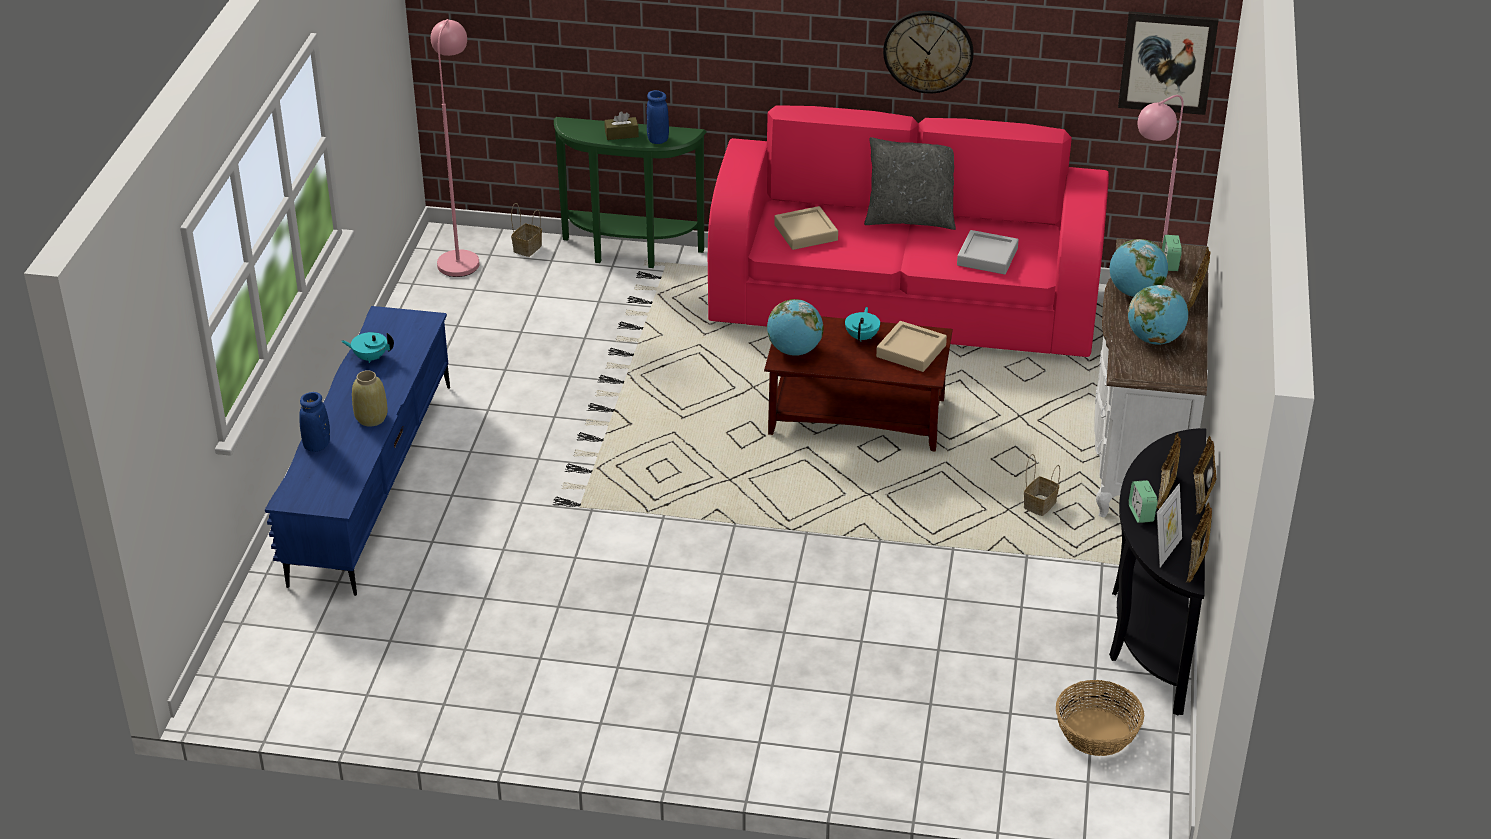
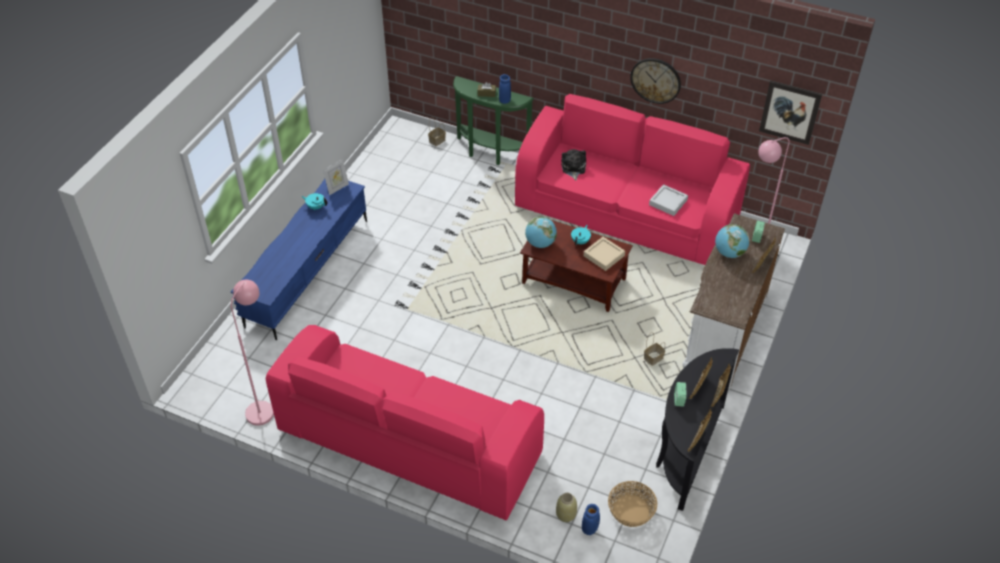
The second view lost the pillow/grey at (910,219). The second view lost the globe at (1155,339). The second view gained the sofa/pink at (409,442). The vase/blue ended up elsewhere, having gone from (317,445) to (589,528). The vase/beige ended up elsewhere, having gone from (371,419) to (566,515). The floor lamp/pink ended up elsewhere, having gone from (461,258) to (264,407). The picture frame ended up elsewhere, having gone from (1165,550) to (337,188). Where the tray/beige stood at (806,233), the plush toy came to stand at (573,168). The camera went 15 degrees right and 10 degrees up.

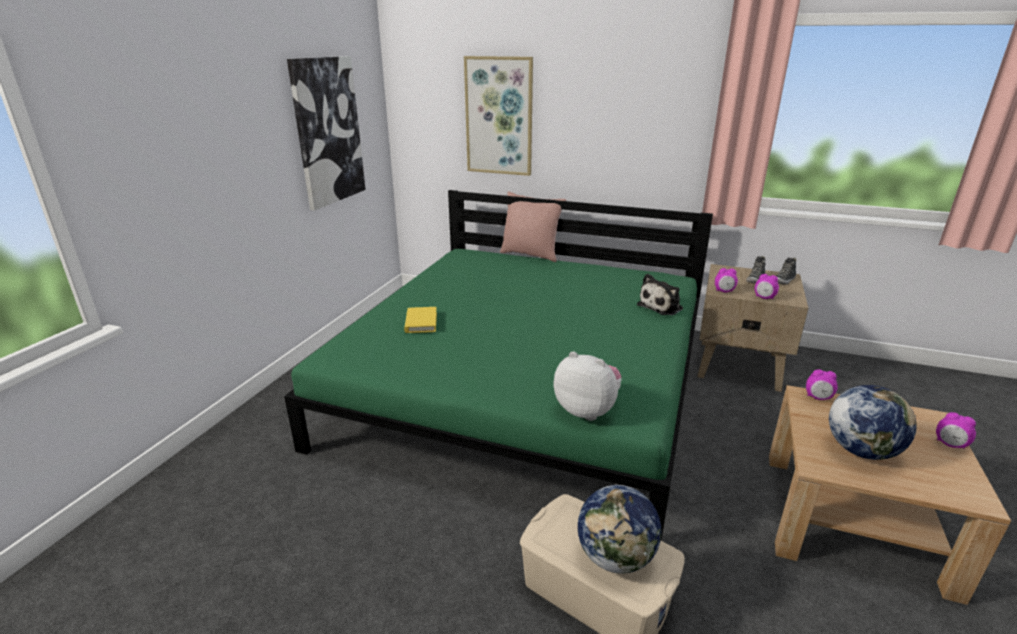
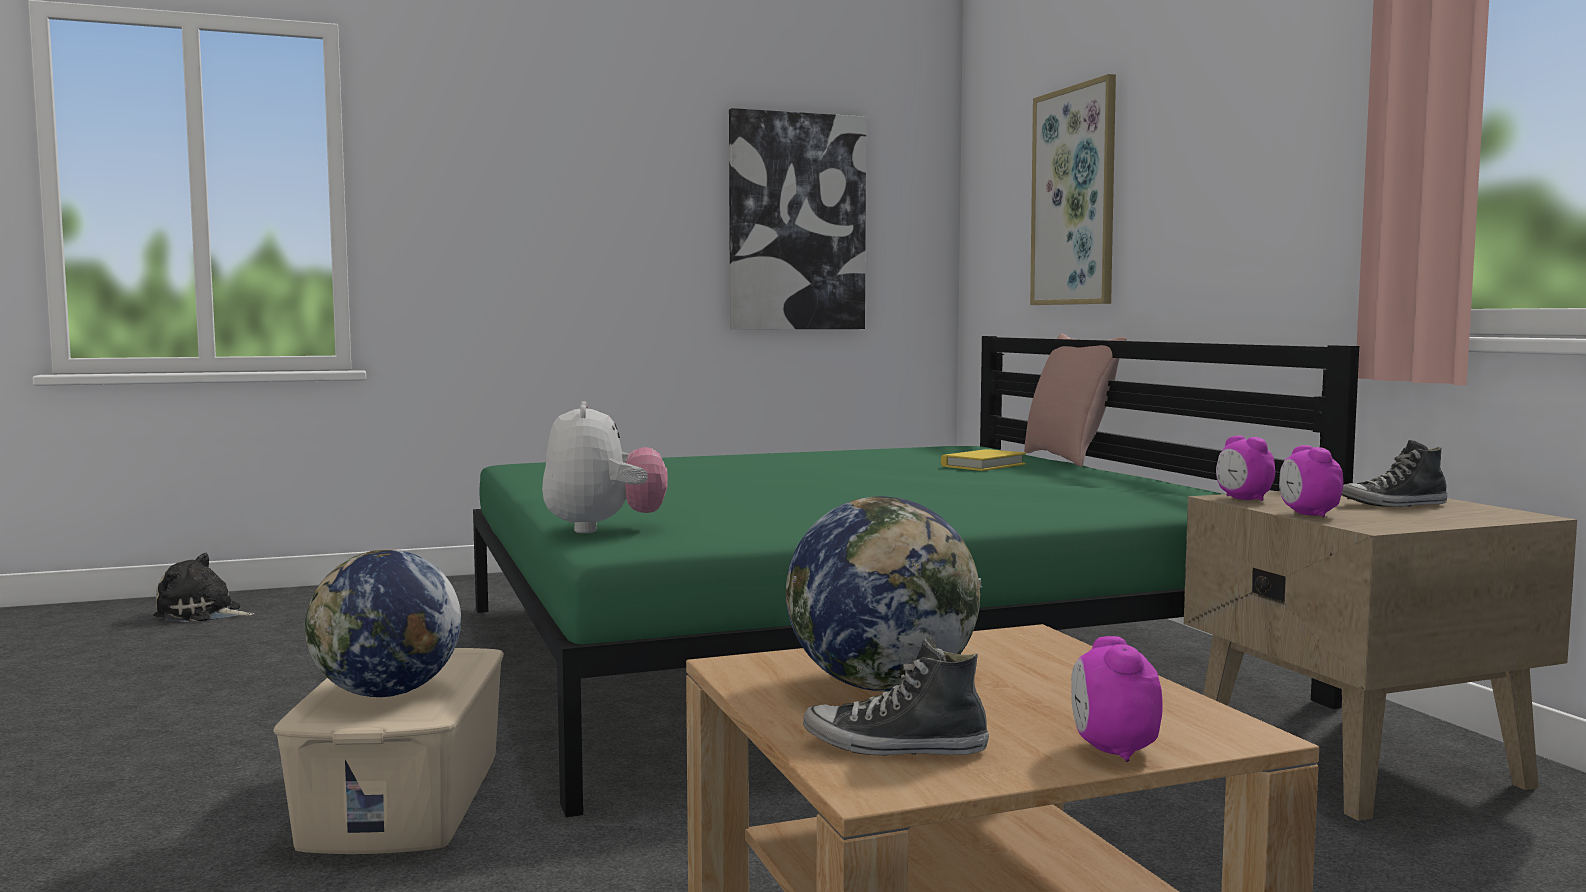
The second view lost the alarm clock at (818,398). The book/yellow ended up elsewhere, having gone from (421,322) to (983,465). The plush toy ended up elsewhere, having gone from (662,306) to (202,614). The shoe ended up elsewhere, having gone from (783,281) to (894,747). The camera went 50 degrees right and 20 degrees down.

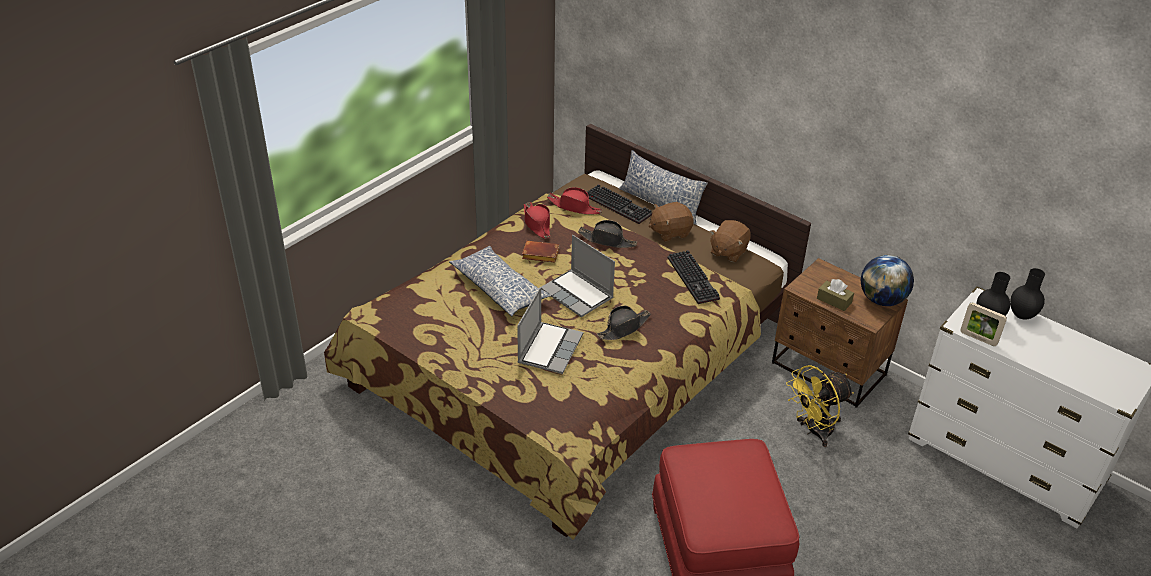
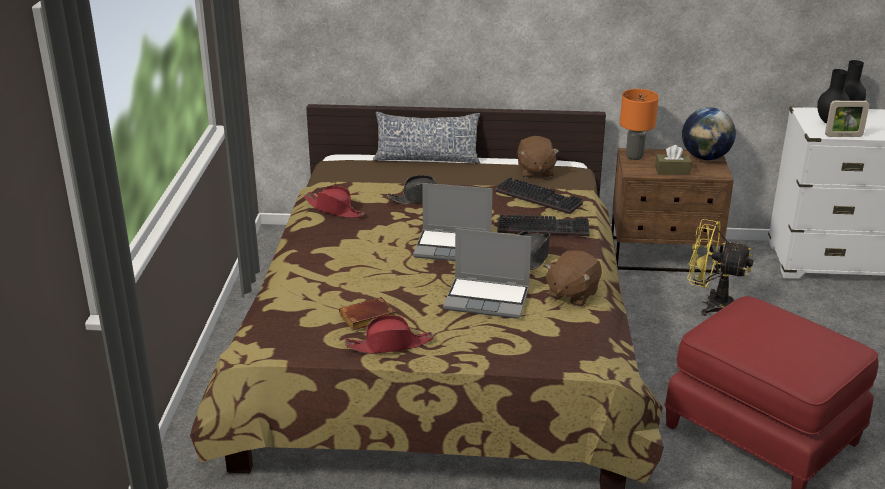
The second view lost the pillow at (499,288). The second view gained the table lamp/orange at (634,157). The book/brown ended up elsewhere, having gone from (539,255) to (366,319). The hat/red ended up elsewhere, having gone from (574,207) to (389,345). The keyboard ended up elsewhere, having gone from (619,205) to (544,227). The plush toy/brown ended up elsewhere, having gone from (670,232) to (572,294). The laptop at (549,348) ended up facing another way, 120 degrees clockwise from before. The fan/yellow at (814,431) ended up facing another way, 90 degrees clockwise from before. The camera went 35 degrees left and 10 degrees down.

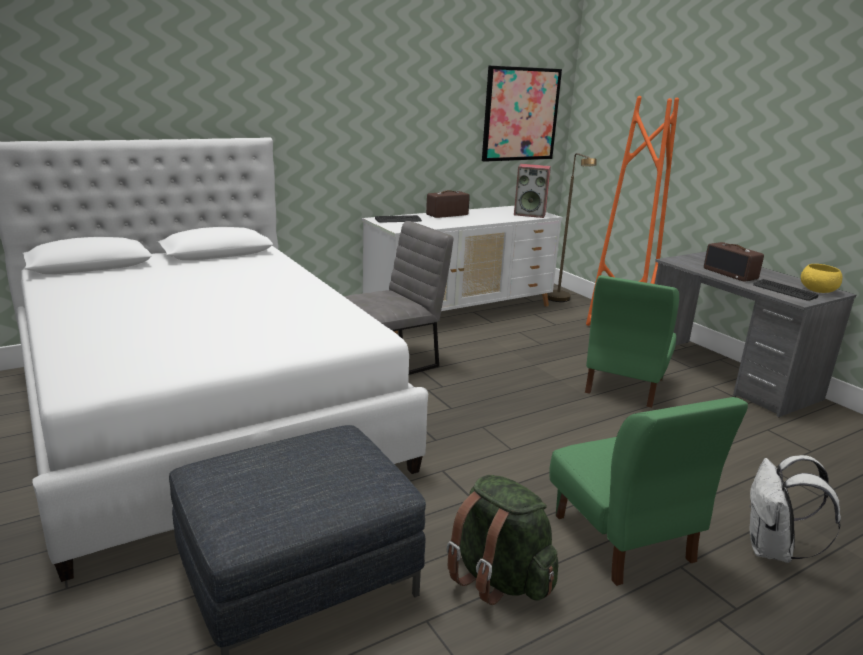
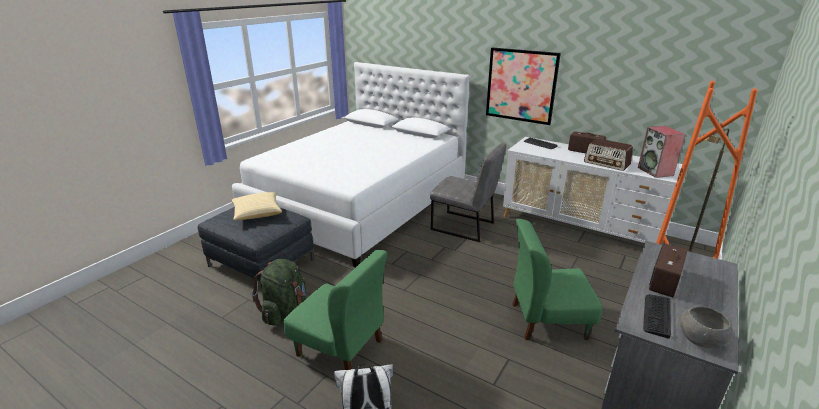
The second view gained the pillow at (257,214). The second view gained the radio at (607,163). The picture ended up elsewhere, having gone from (520,114) to (521,85). What was the bowl/yellow at (818,290) turned into the bowl/grey at (701,339). The chair/green at (623,538) ended up facing another way, 105 degrees counterclockwise from before. The camera went 65 degrees right and 5 degrees up.

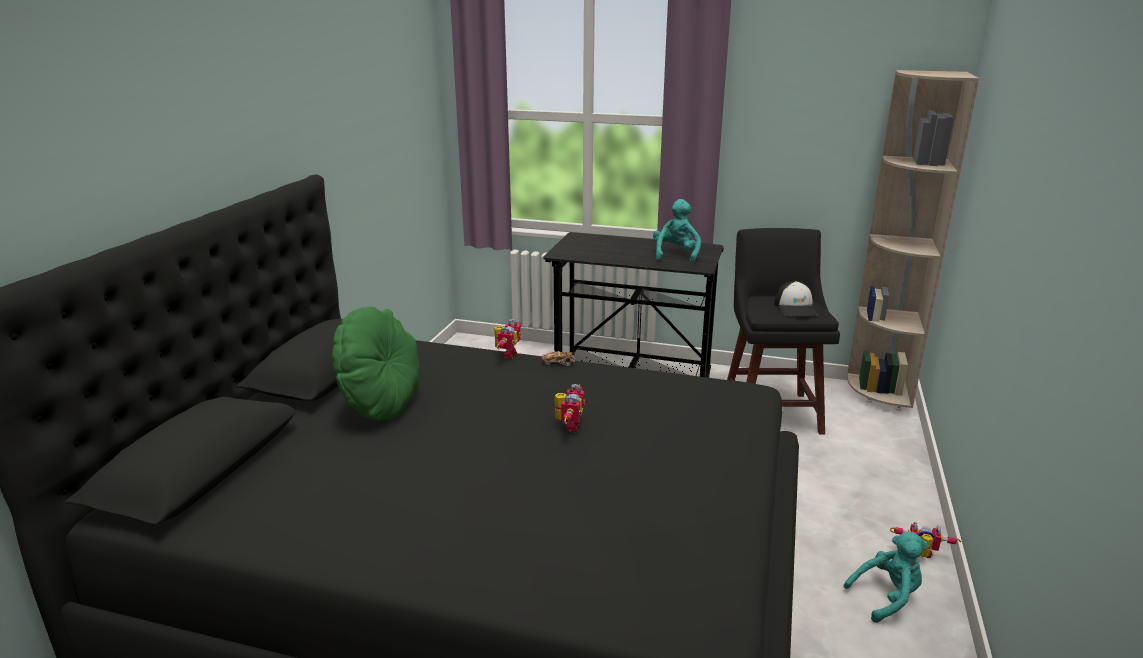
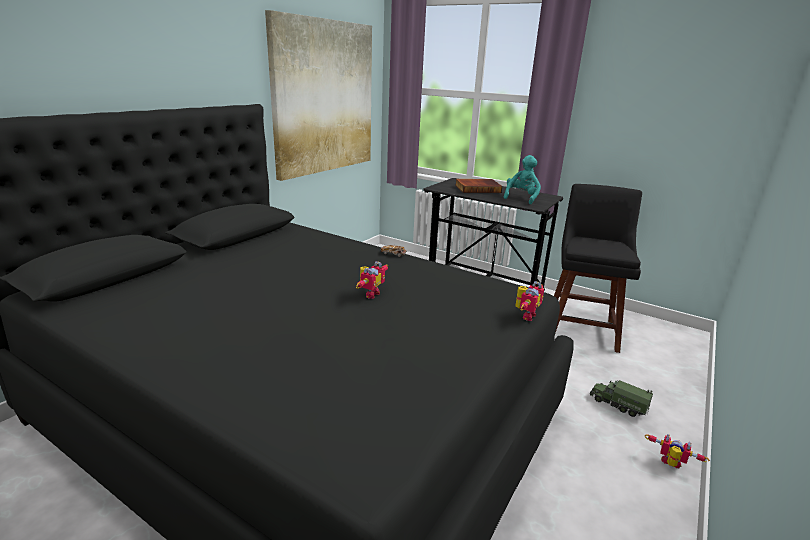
The second view lost the pillow/green at (382,408). The second view lost the cap at (796,308). The second view lost the plush toy/turquoise at (887,597). The second view lost the bookcase/beige at (879,397). The second view gained the picture at (324,98). The second view gained the book at (477,188). The second view gained the toy truck at (618,404). The toy robot ended up elsewhere, having gone from (506,354) to (525,315). The camera went 15 degrees right and 0 degrees up.

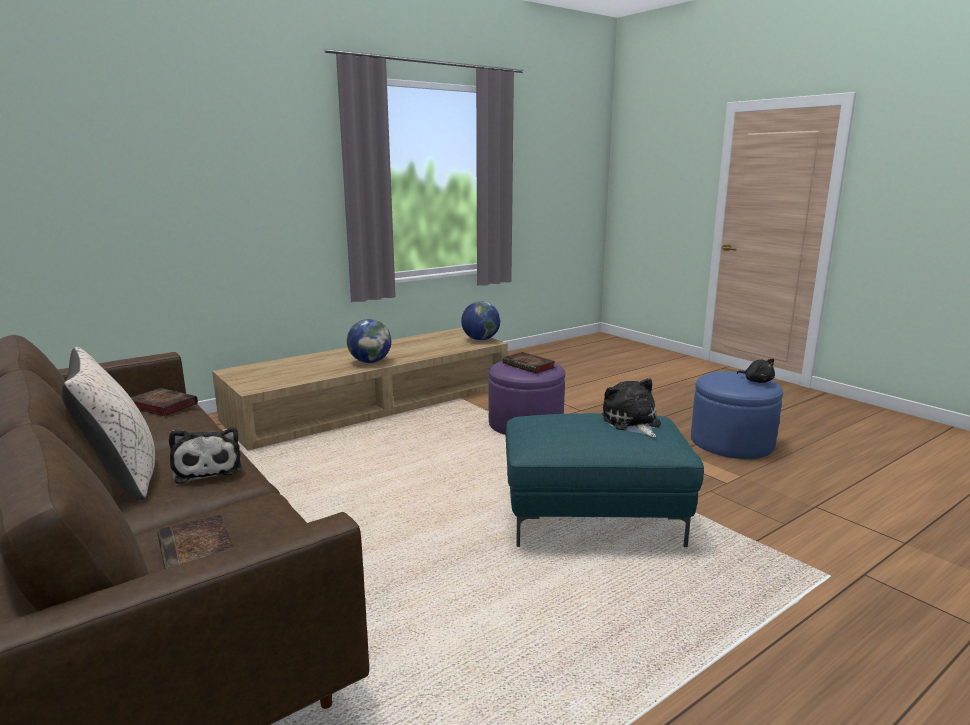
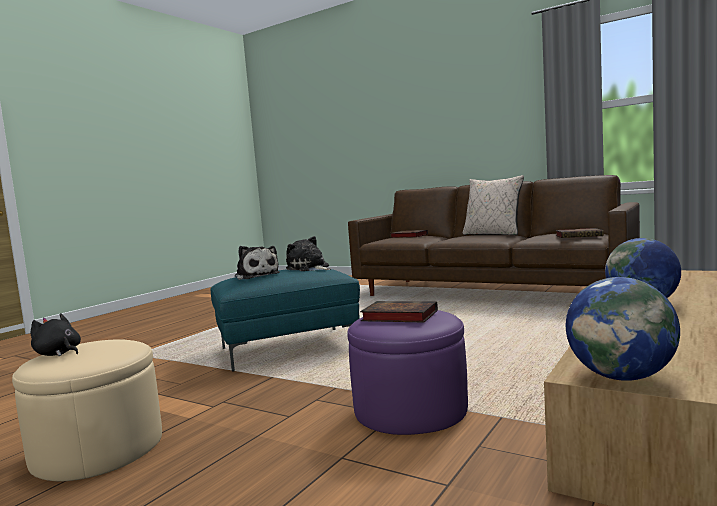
The plush toy ended up elsewhere, having gone from (208,468) to (309,268). What was the ottoman/blue at (732,442) turned into the ottoman/beige at (98,449). The camera went 160 degrees right and 10 degrees down.

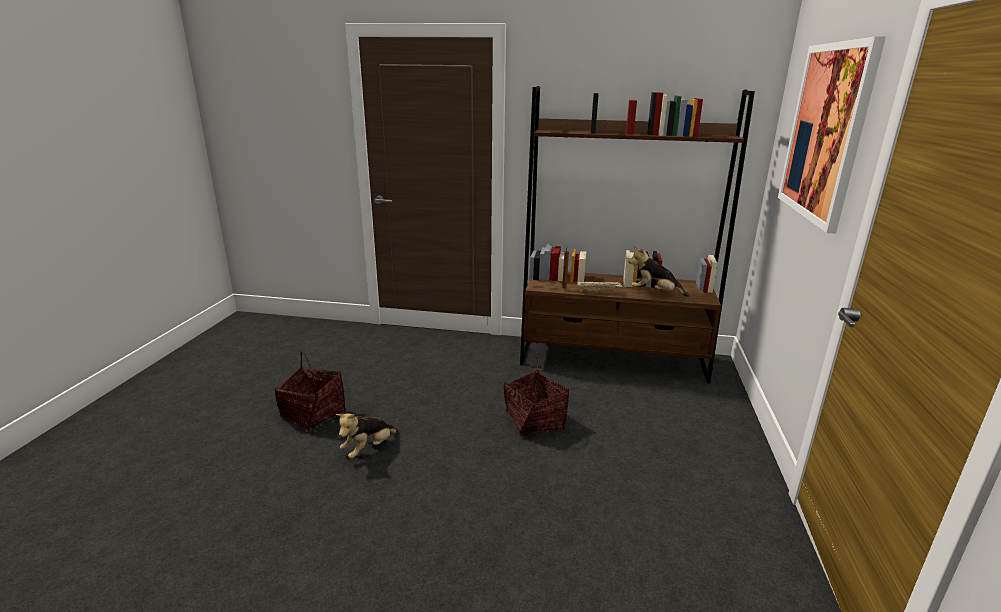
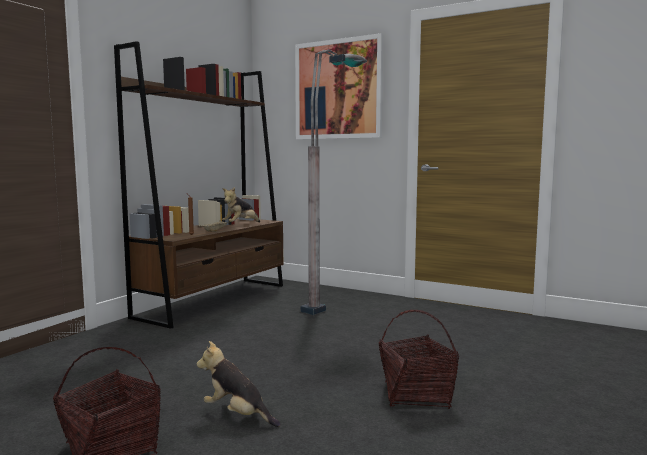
The second view gained the floor lamp/grey at (338,303). The basket ended up elsewhere, having gone from (534,421) to (416,395). The plush toy at (368,448) ended up facing another way, 150 degrees clockwise from before. The camera went 70 degrees left and 15 degrees down.

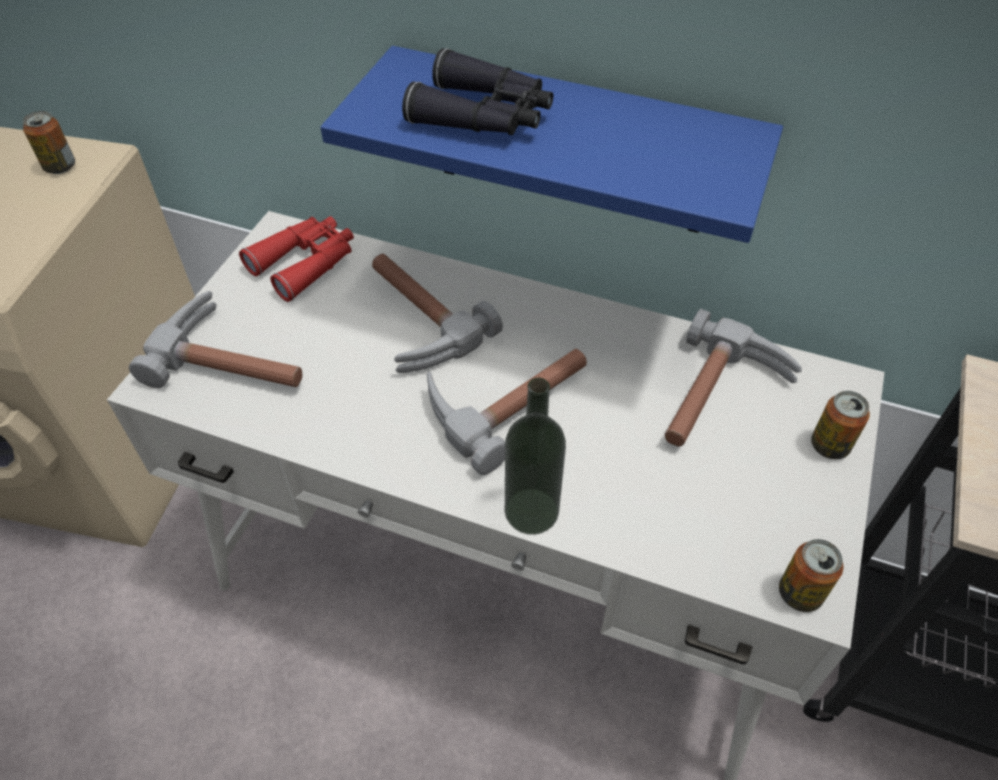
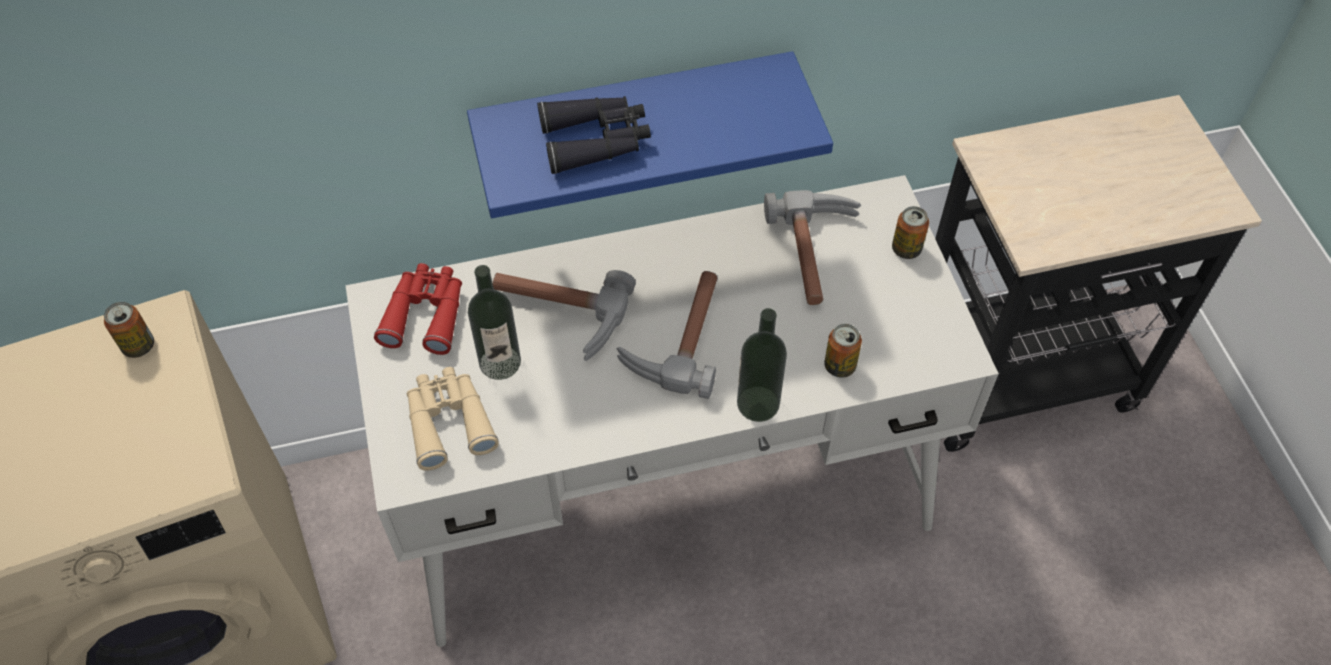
The second view gained the bottle at (500,362). The can ended up elsewhere, having gone from (799,593) to (839,366). Where the hammer stood at (236,359), the binoculars/beige came to stand at (448,421). The camera went 35 degrees left and 5 degrees up.

